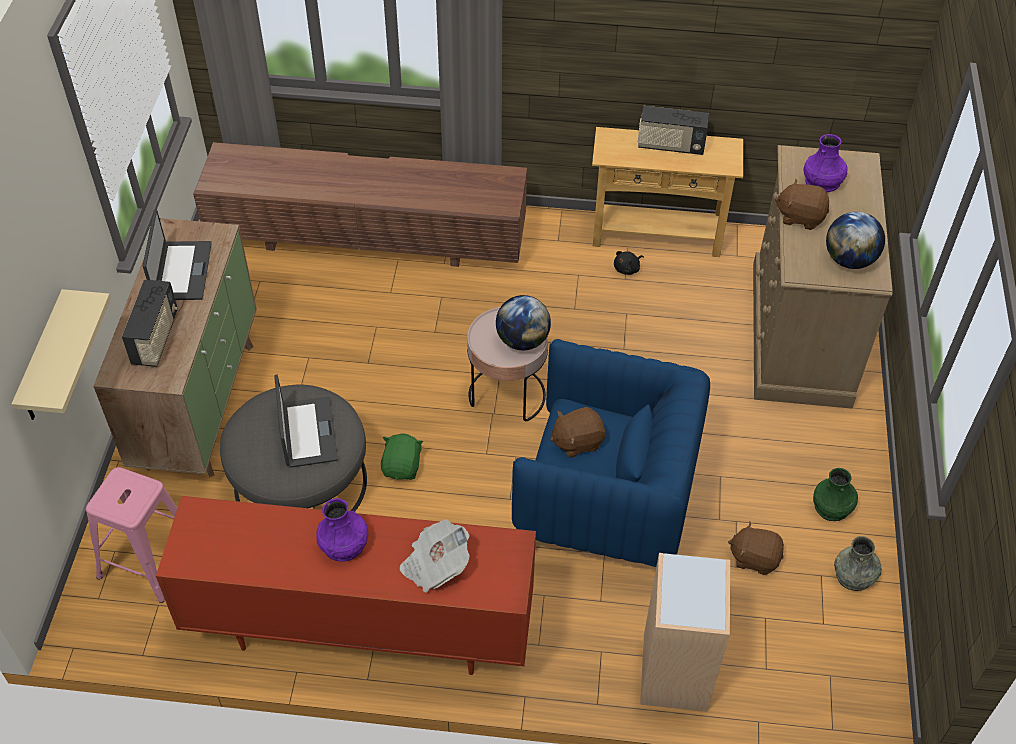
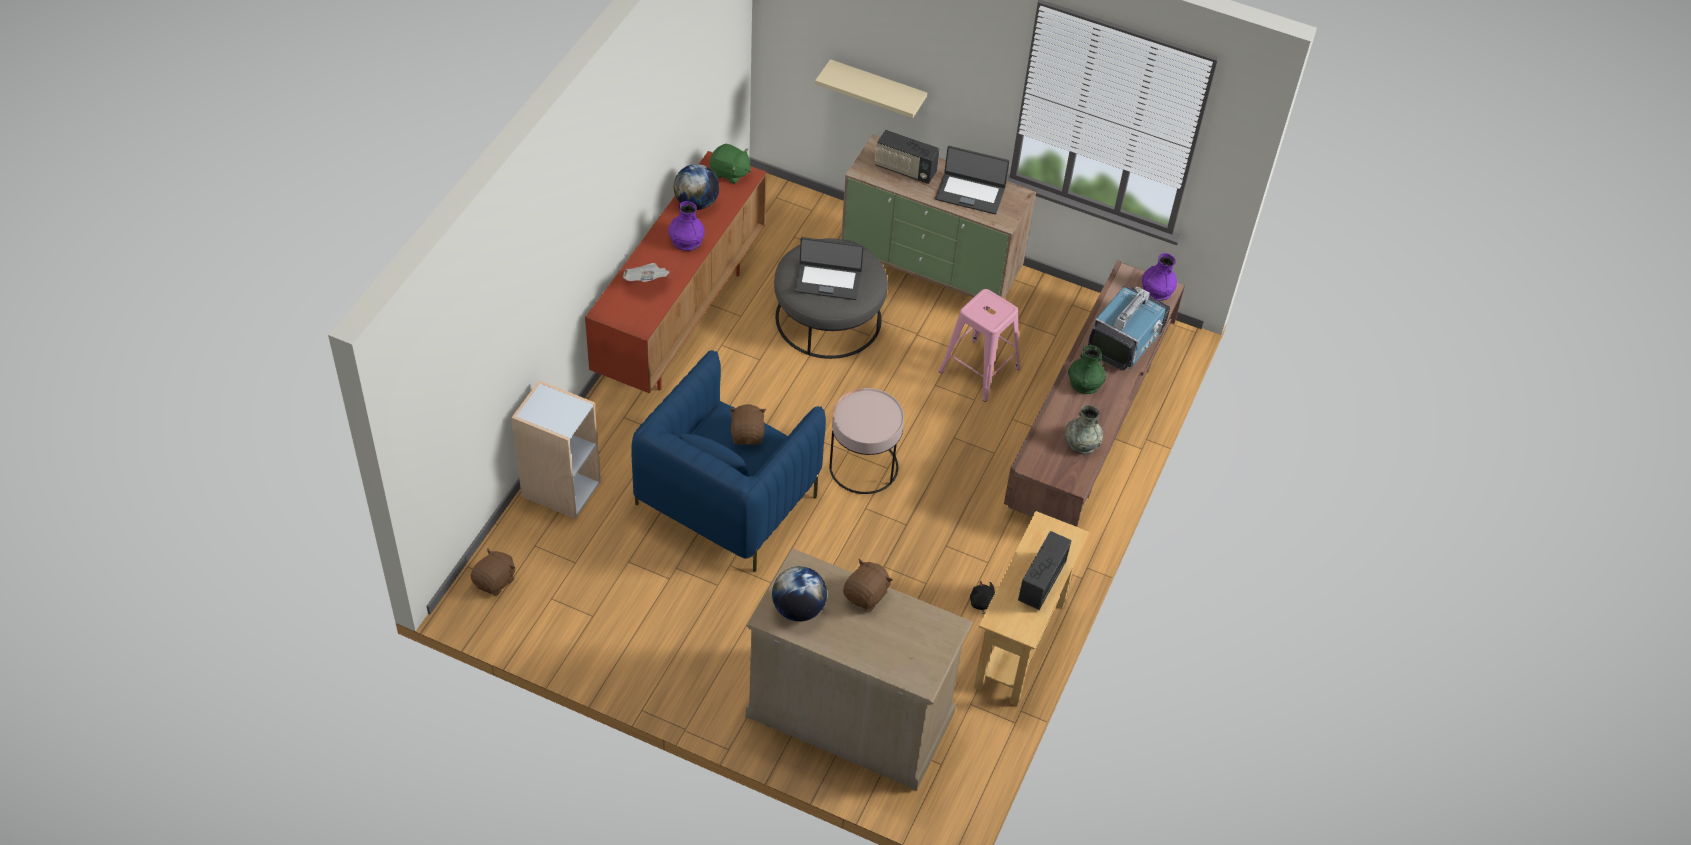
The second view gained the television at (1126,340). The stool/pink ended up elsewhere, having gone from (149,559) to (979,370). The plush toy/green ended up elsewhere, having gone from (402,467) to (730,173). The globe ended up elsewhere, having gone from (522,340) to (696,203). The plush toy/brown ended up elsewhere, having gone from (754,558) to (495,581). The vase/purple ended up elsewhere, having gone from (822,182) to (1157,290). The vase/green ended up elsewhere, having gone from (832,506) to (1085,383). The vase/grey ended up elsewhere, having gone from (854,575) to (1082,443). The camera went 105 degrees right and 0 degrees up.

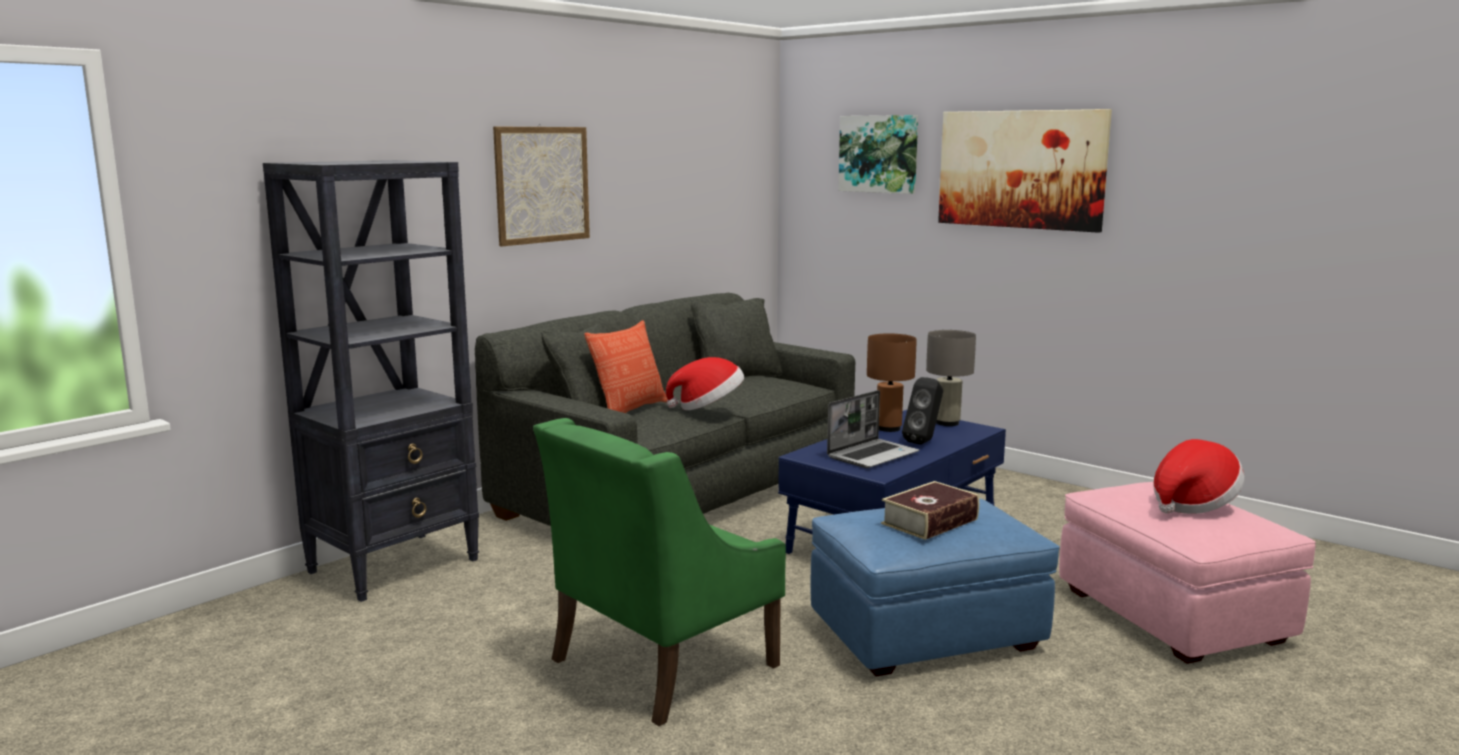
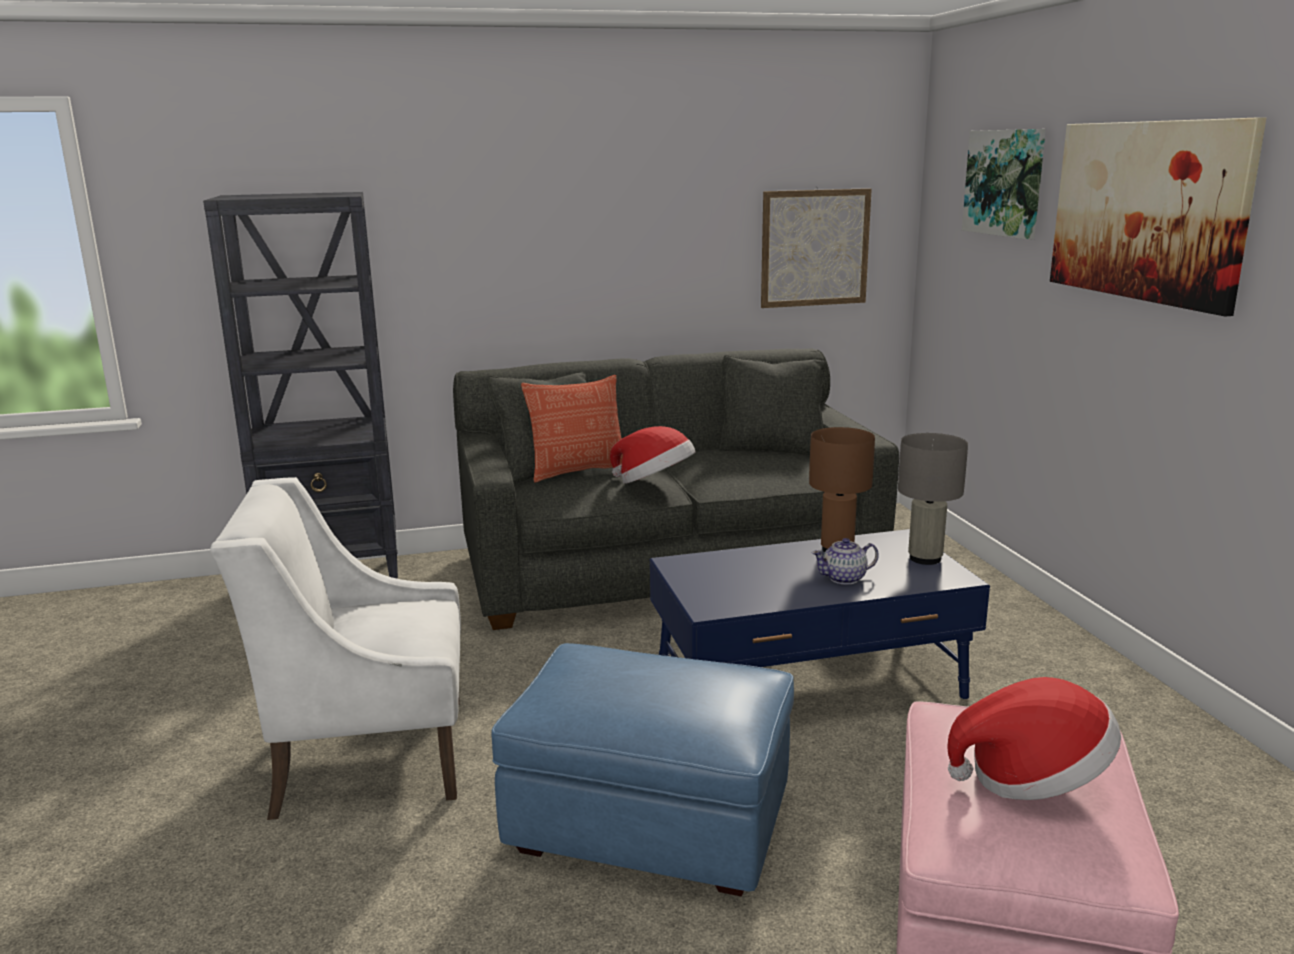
The second view lost the laptop at (873,455). The second view lost the book at (930,521). The picture ended up elsewhere, having gone from (542,183) to (815,246). Where the speaker/black stood at (924,442), the teapot came to stand at (844,578). What was the armchair/green at (661,663) turned into the armchair/white at (369,753). The camera went 35 degrees right and 5 degrees up.

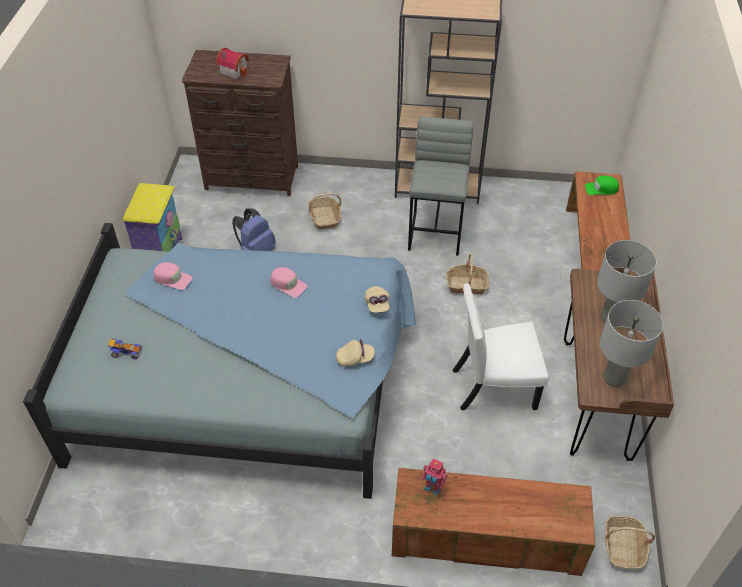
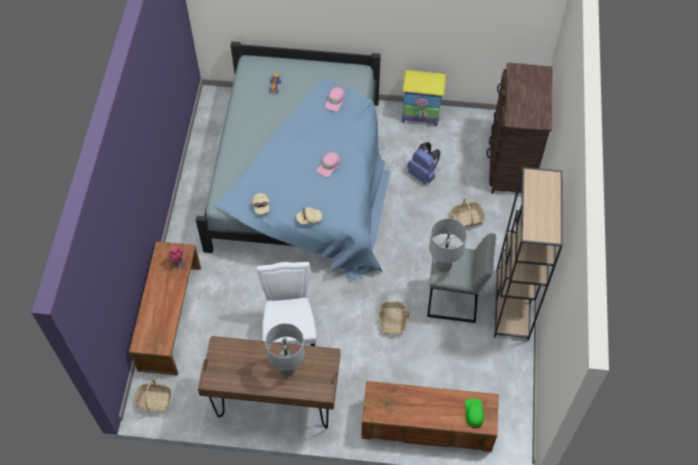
The second view lost the toy house at (234,70). The table lamp/grey ended up elsewhere, having gone from (614,378) to (443,265). The camera went 90 degrees right and 10 degrees up.

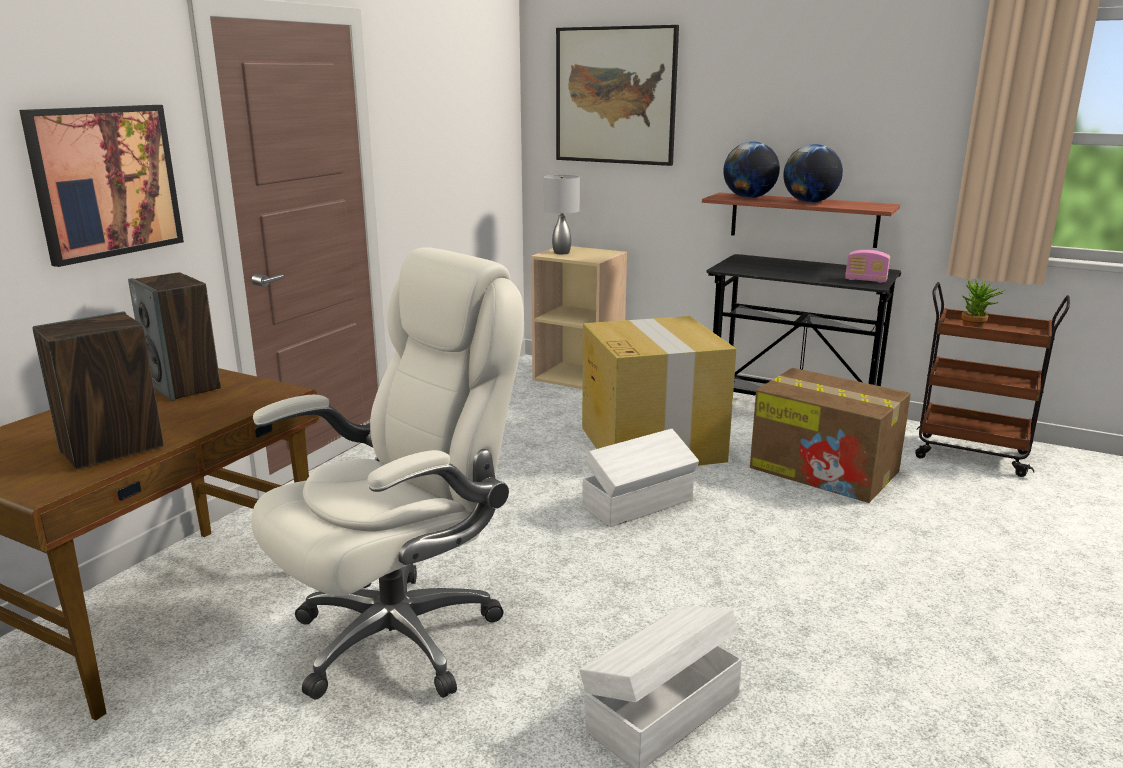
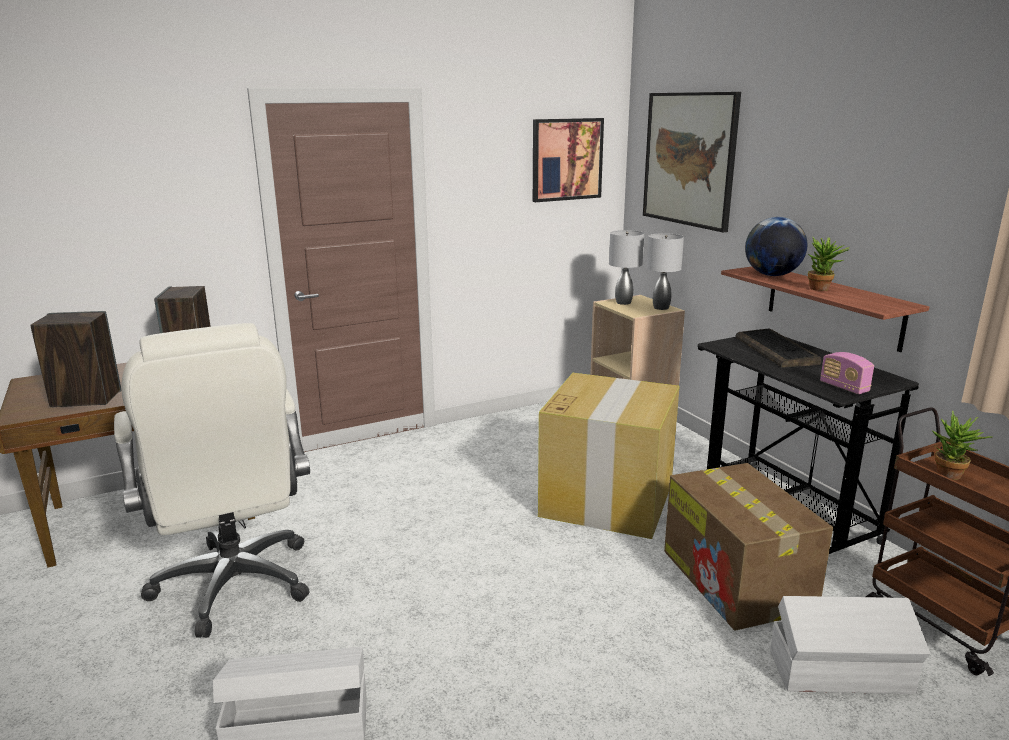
The second view gained the table lamp/grey at (660,308). The second view gained the keyboard at (777,351). The picture ended up elsewhere, having gone from (105,182) to (566,159). The storage box/white ended up elsewhere, having gone from (639,504) to (842,673). Where the globe stood at (810,202), the potted plant came to stand at (822,289). The office chair/white at (400,636) ended up facing another way, 75 degrees clockwise from before. The camera went 35 degrees right and 0 degrees up.

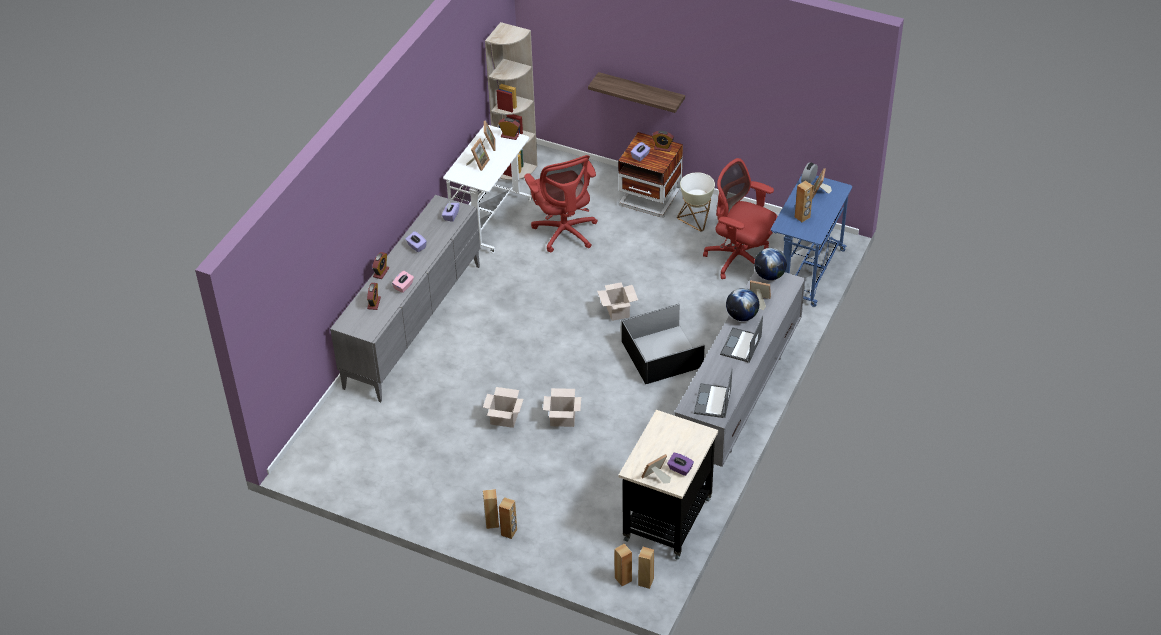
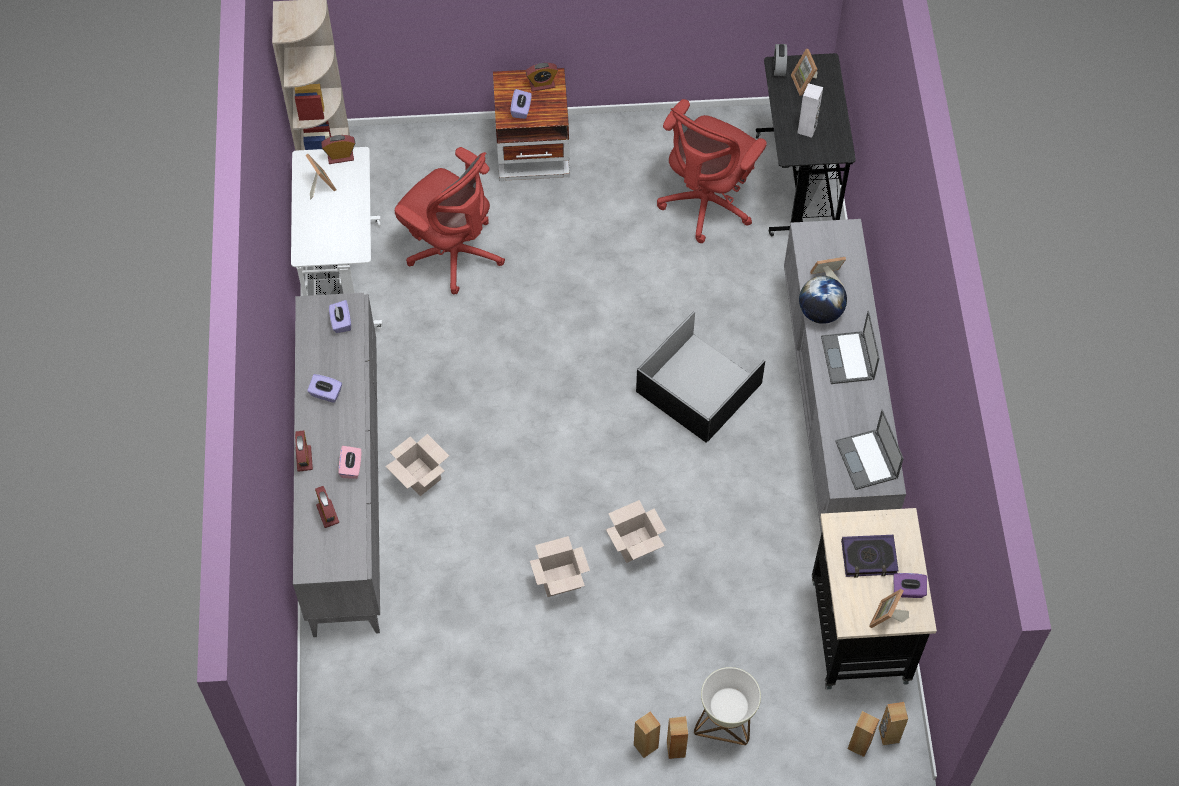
The second view lost the picture frame at (478,163). The second view lost the shelf at (641,92). The second view lost the globe at (769,275). The second view gained the book at (869,558). The cardboard box ended up elsewhere, having gone from (618,312) to (421,477). The planter ended up elsewhere, having gone from (695,221) to (725,725). What was the desk/blue at (806,272) turned into the desk/black at (798,183). What was the speaker/brown at (802,217) turned into the speaker/white at (807,129). The office chair/red at (742,259) ended up facing another way, 60 degrees counterclockwise from before. The camera went 30 degrees left and 15 degrees up.

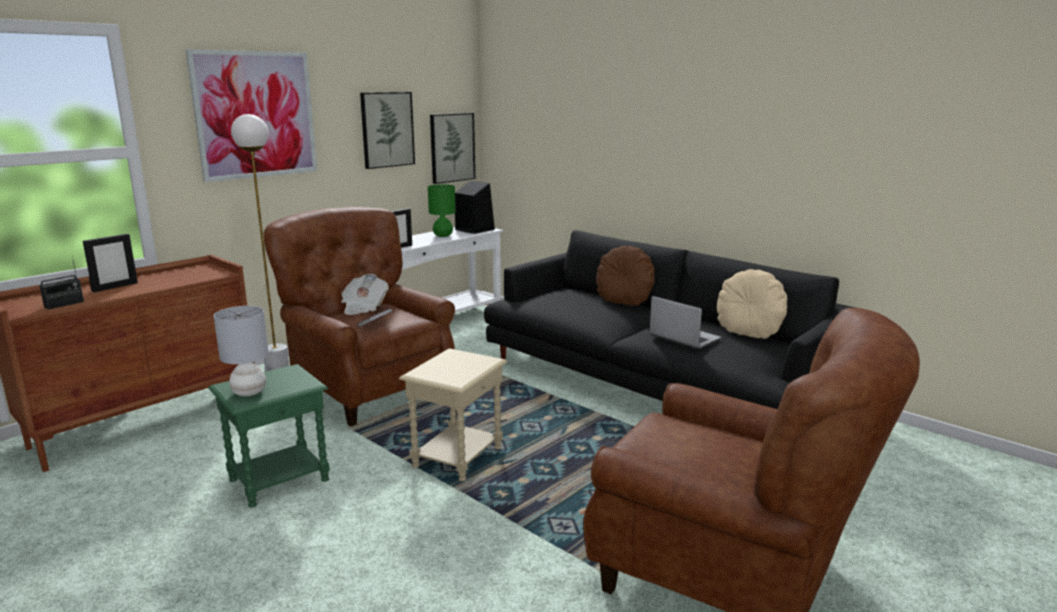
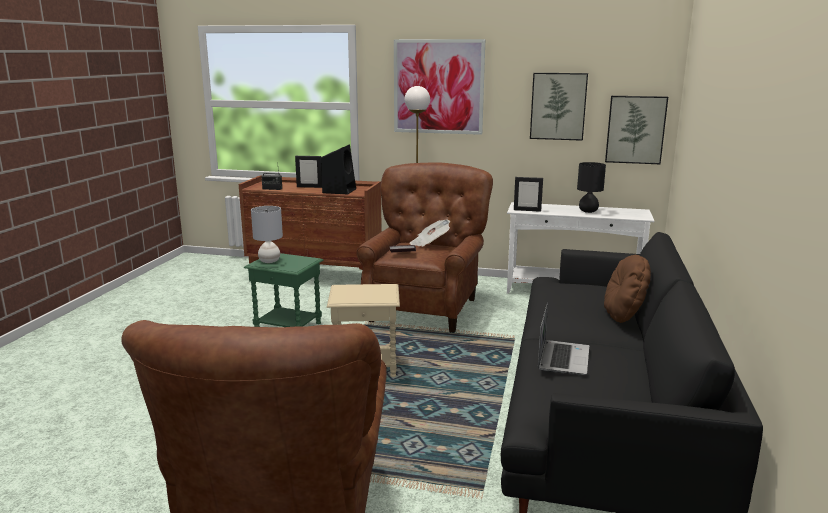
The second view lost the pillow/beige at (748,334). The speaker/black ended up elsewhere, having gone from (474,229) to (339,190). What was the table lamp/green at (443,235) turned into the table lamp/black at (588,211). The camera went 60 degrees right and 0 degrees up.

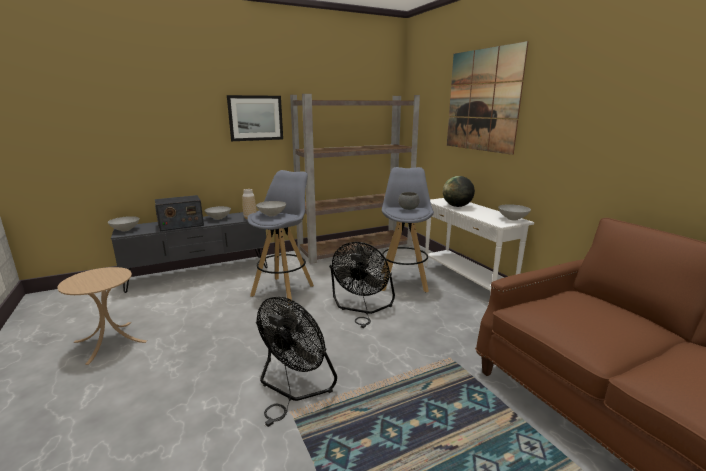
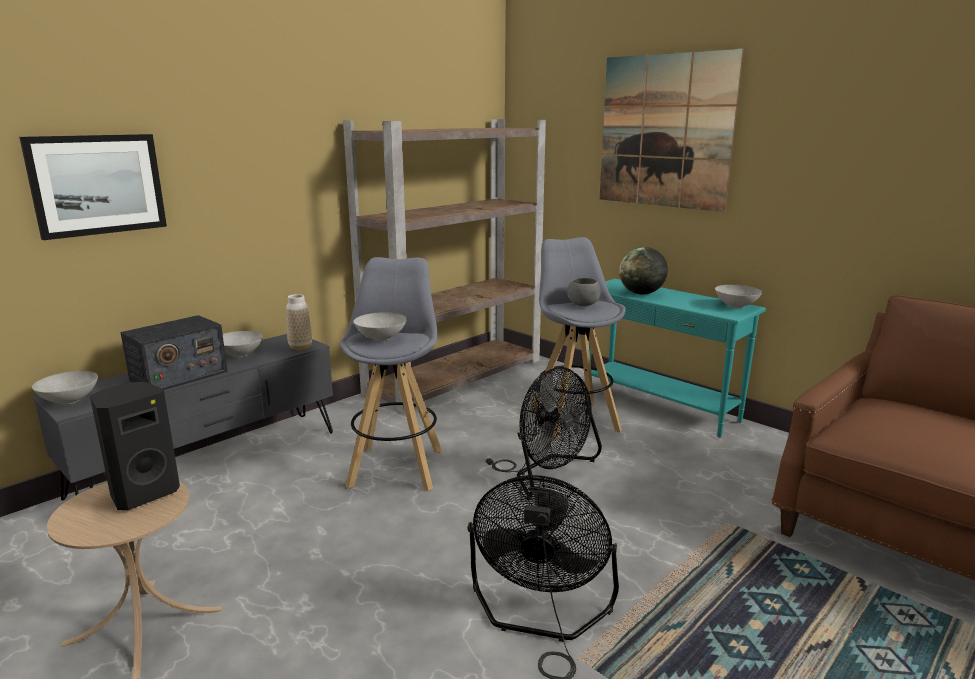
The second view gained the speaker/black at (143,493). The picture ended up elsewhere, having gone from (255,118) to (97,184). What was the console table/white at (467,281) turned into the console table/turquoise at (661,406). The fan/black at (360,307) ended up facing another way, 135 degrees clockwise from before. The camera went 20 degrees left and 0 degrees up.

